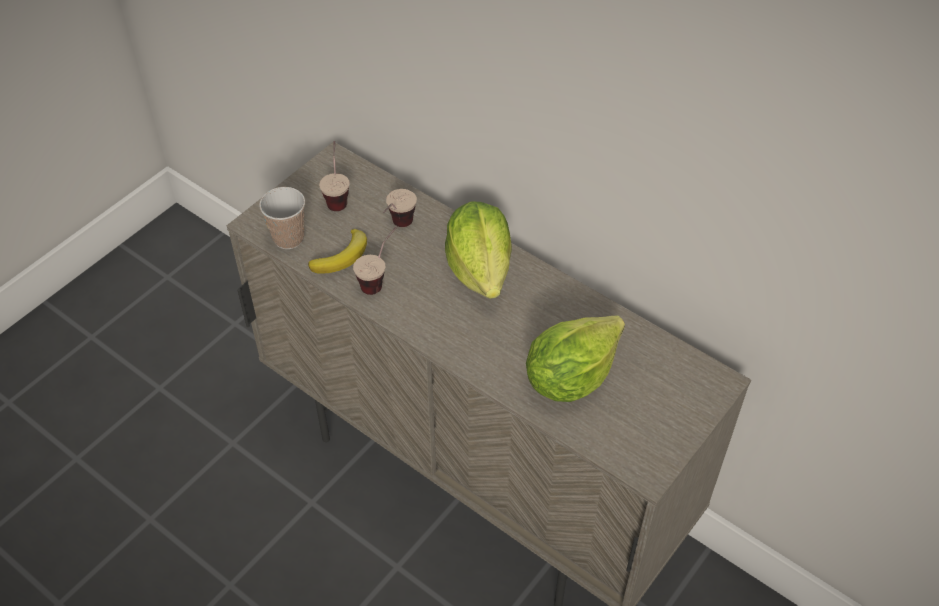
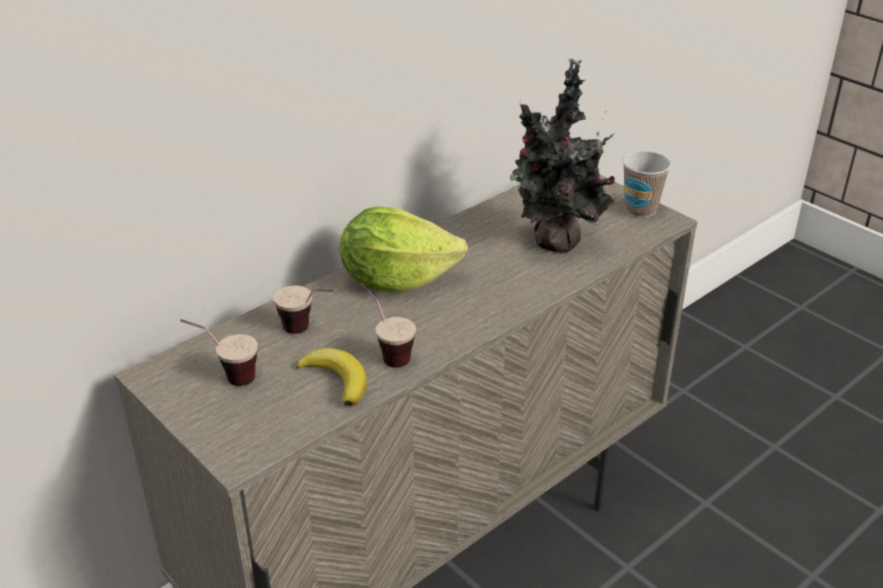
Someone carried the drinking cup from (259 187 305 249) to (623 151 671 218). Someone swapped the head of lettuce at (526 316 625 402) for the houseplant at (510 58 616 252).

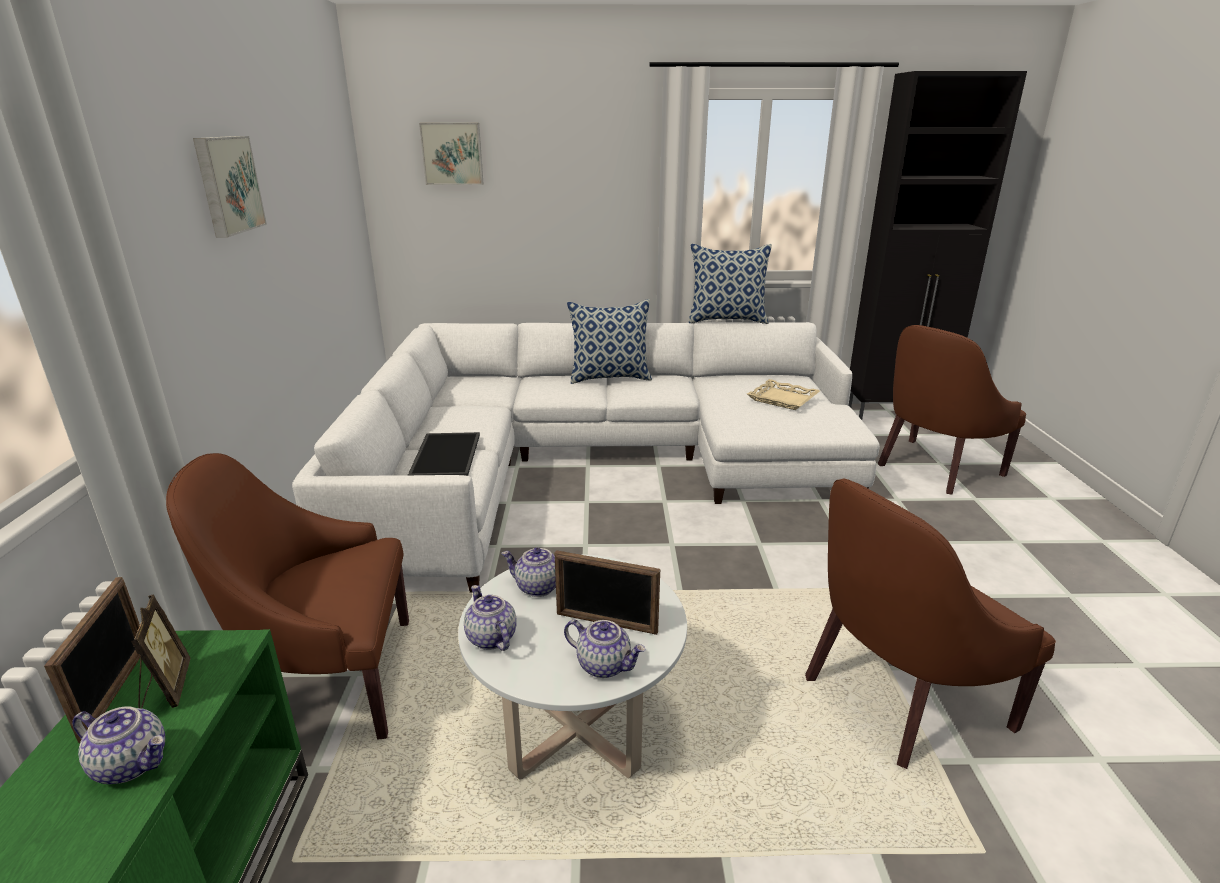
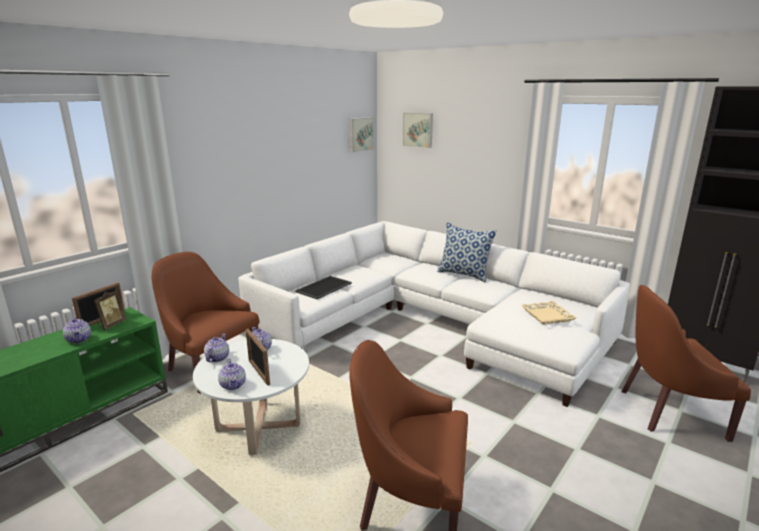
Someone carried the wall art from (193 136 267 238) to (349 117 374 152). Someone took away the cushion at (689 244 772 324).

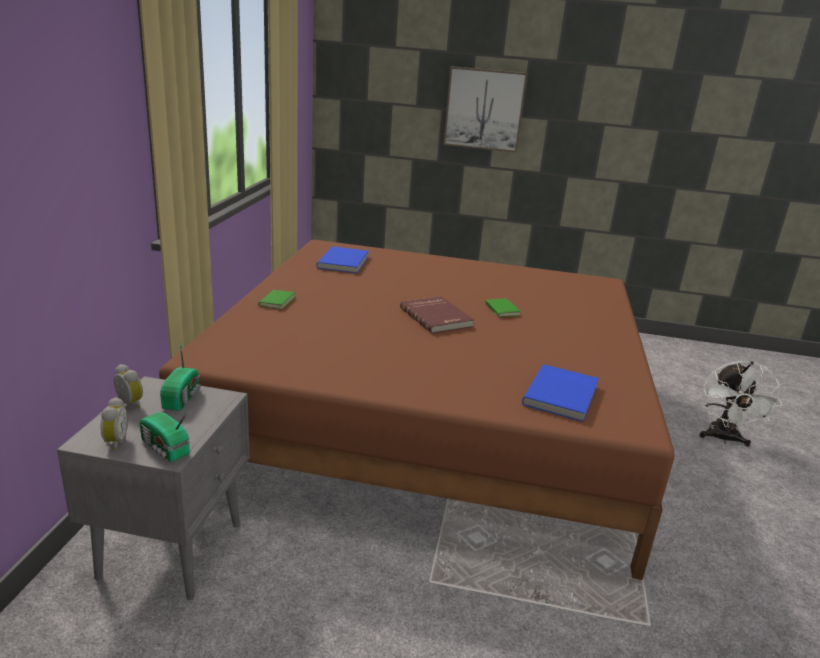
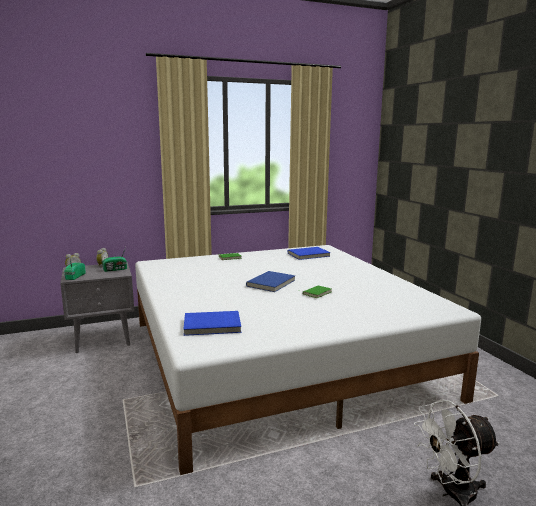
Someone repainted the bed/brown at (159 240 675 580), which became the bed/white at (135 245 481 475). Someone repainted the volume/reddish at (400 296 474 334), which became the volume/blue at (246 271 295 292). Someone took away the wall art at (443 66 527 153).

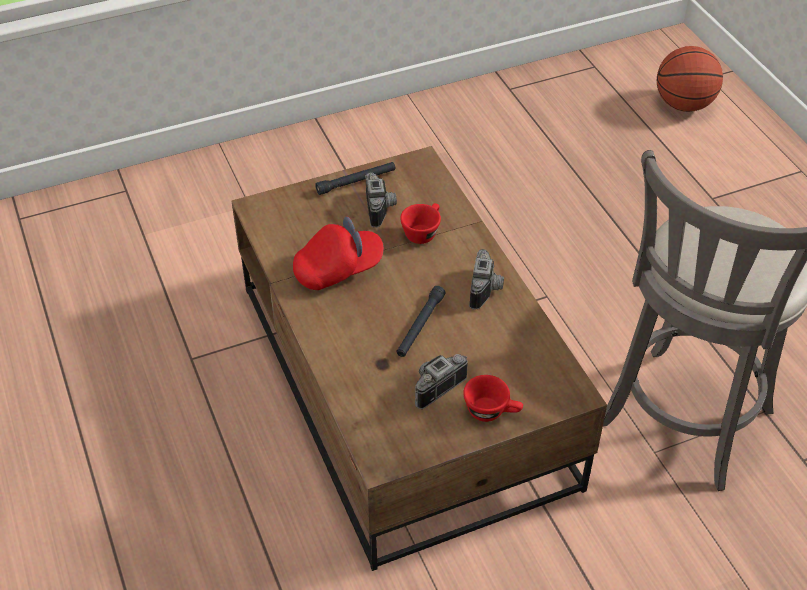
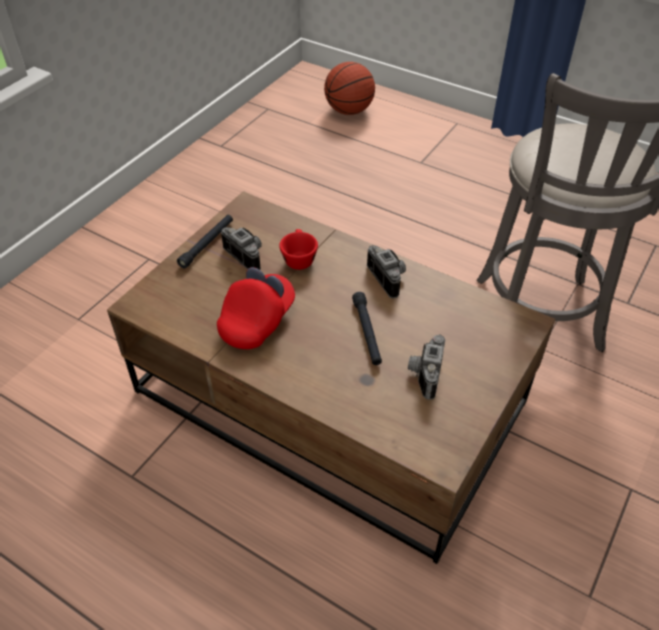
Someone took away the drinking cup/reddish at (463 375 523 422).

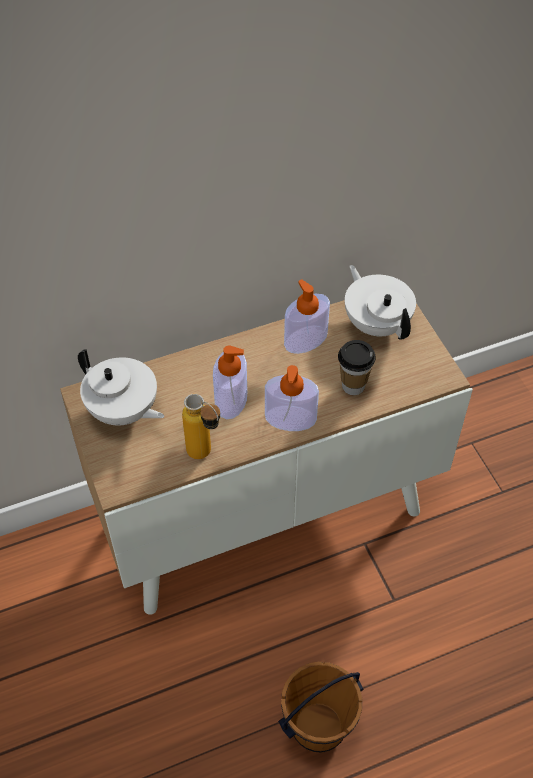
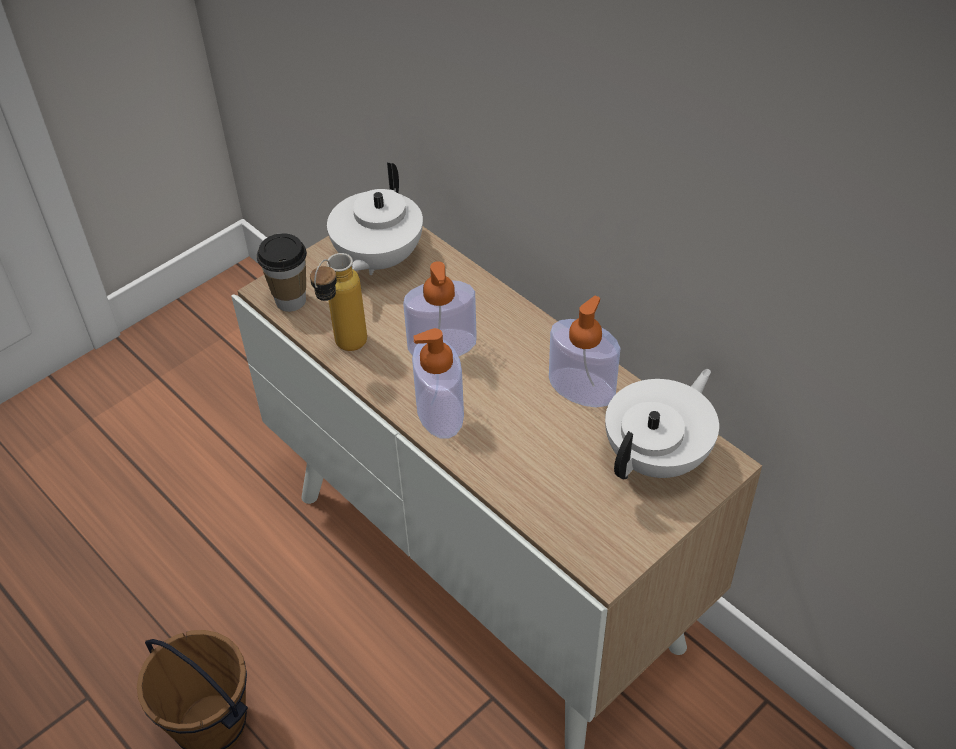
Someone carried the drinking cup from (338 340 376 395) to (257 233 307 312).

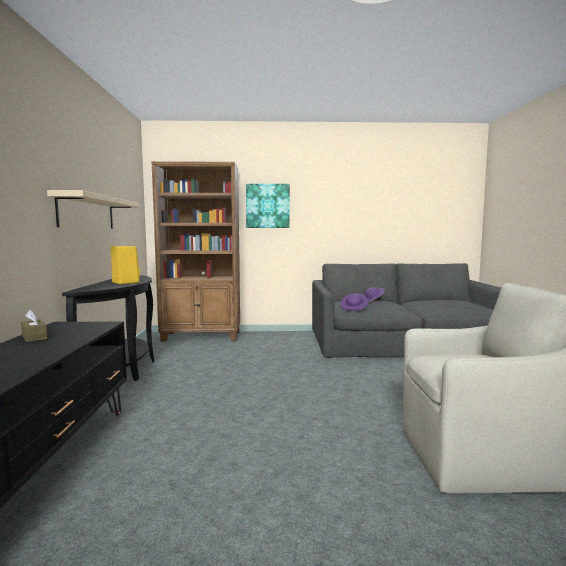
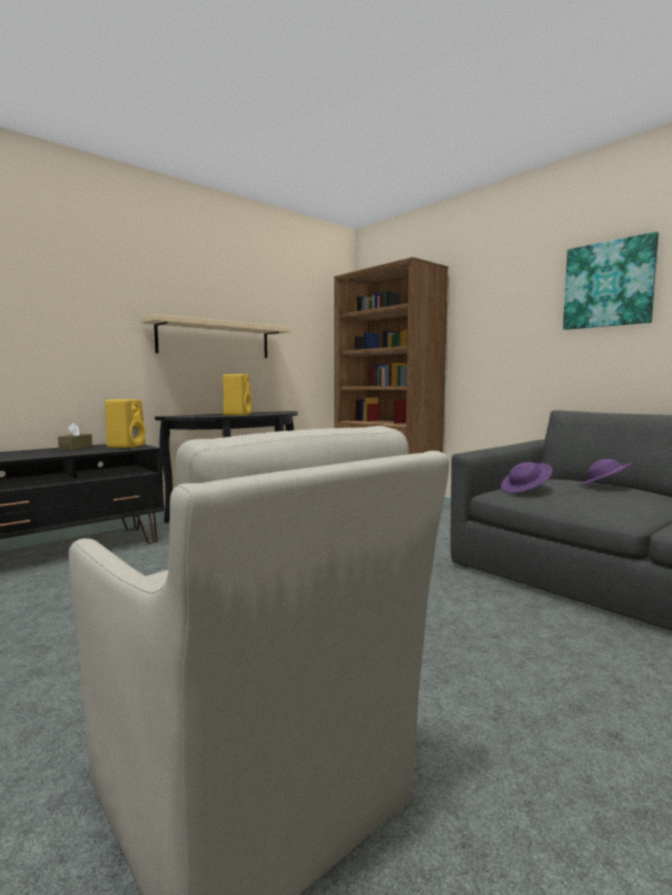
Someone carried the wall art from (246 184 290 228) to (563 231 659 330). Someone put down the loudspeaker/yellow-coloured at (105 399 145 448).

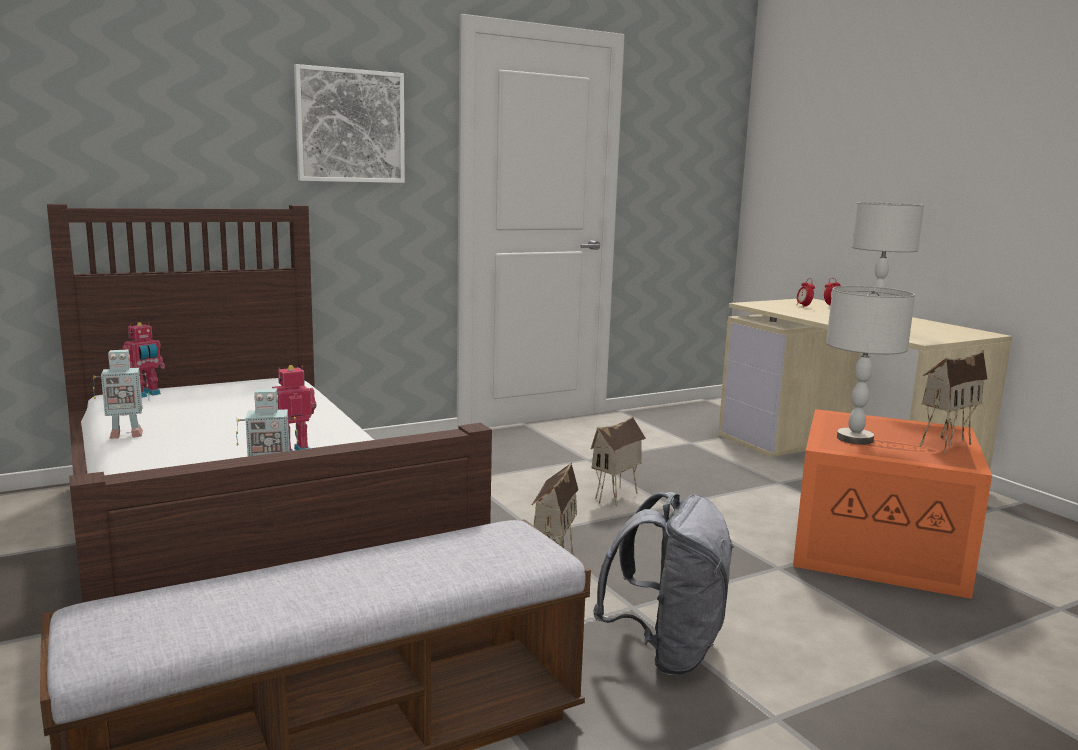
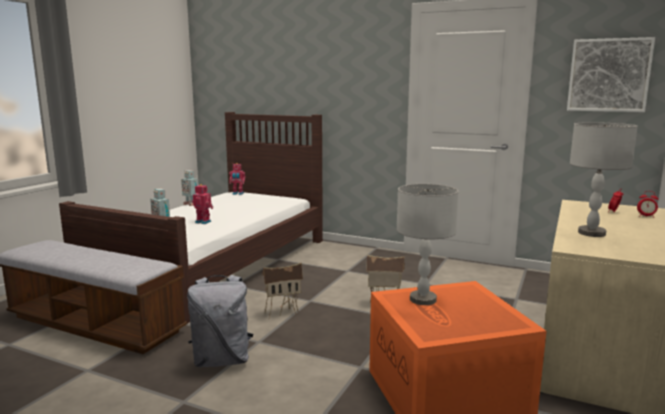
Someone carried the wall art from (294 64 405 183) to (567 37 655 112). Someone took away the miniature house at (919 350 987 454).

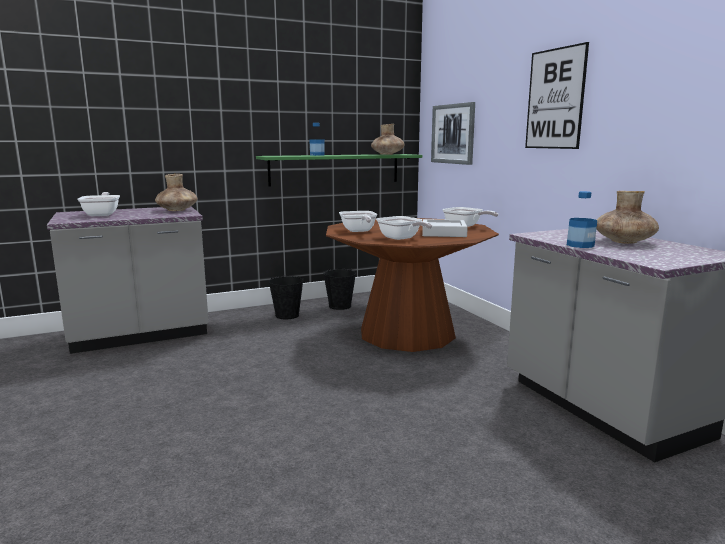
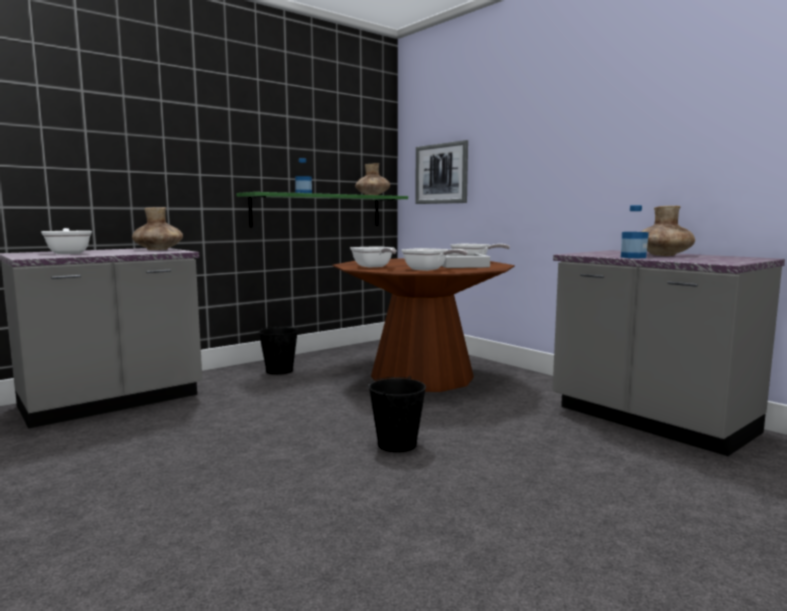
Someone carried the bucket/blackish from (323 269 356 310) to (368 376 426 453). Someone took away the wall art at (525 42 589 149).

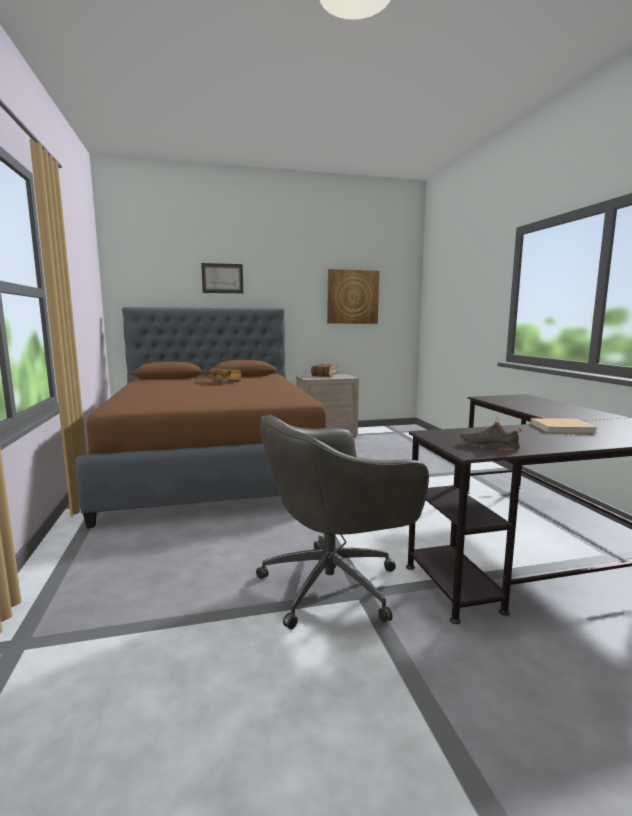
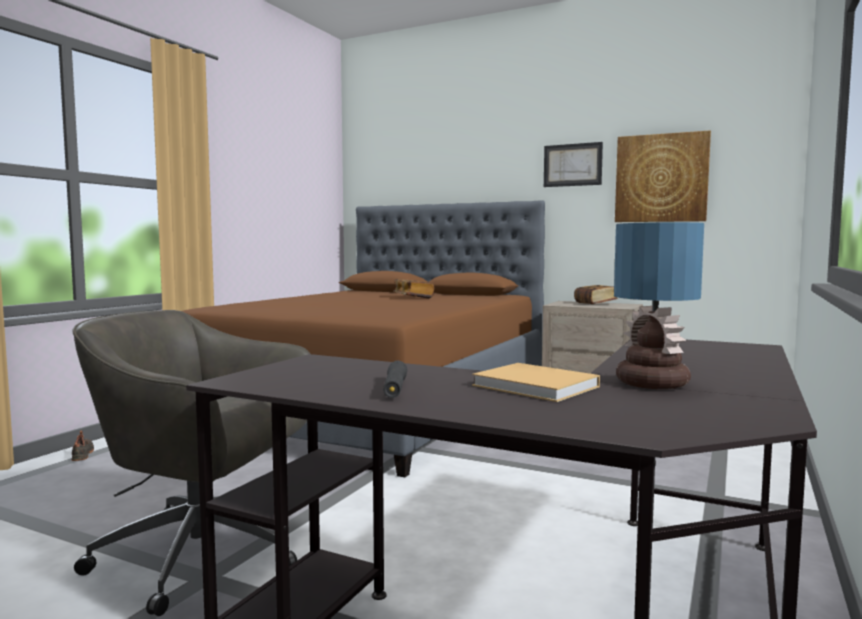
Someone carried the wall art from (201 263 243 293) to (544 142 603 187). Someone carried the low shoe/blackish from (460 418 521 451) to (71 430 94 461). Someone put down the torch/blackish at (383 361 407 398). Someone put down the table lamp at (614 222 704 389).

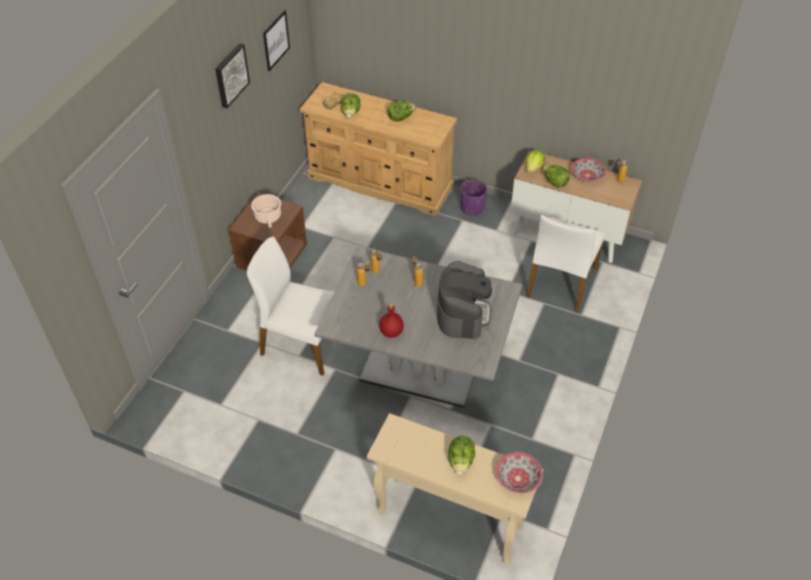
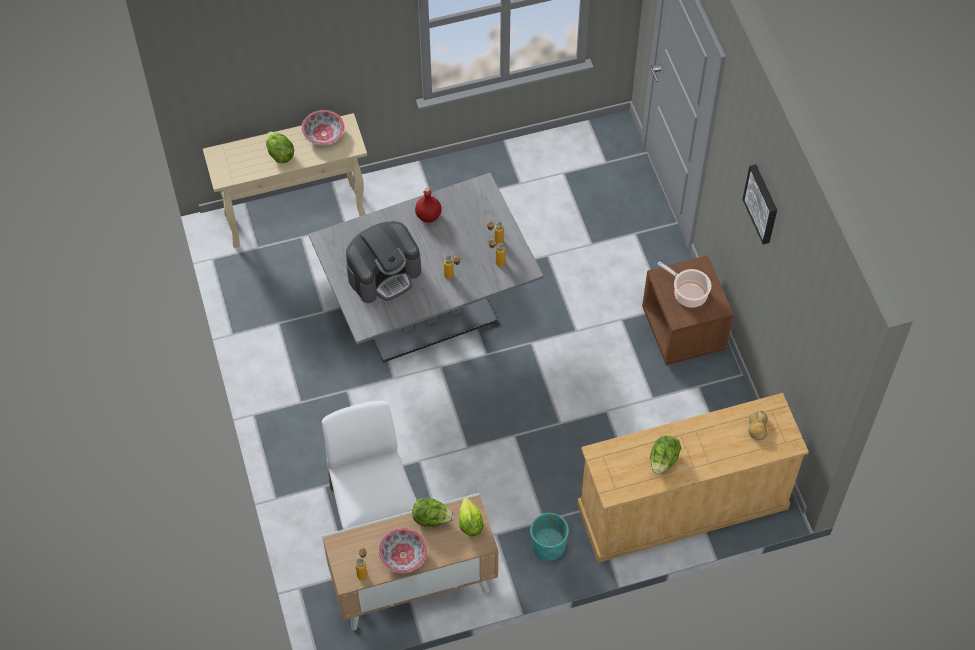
Someone took away the upright chair/white at (247 237 334 376). Someone took away the wall art at (263 10 290 71). Someone took away the head of lettuce at (341 93 360 118). Someone rotated the coffee machine at (437 261 492 339) by 90 degrees counterclockwise. Someone repainted the flower pot/purplish at (460 179 487 216), which became the flower pot/blue-green at (530 513 569 561). Someone carried the bowl from (496 452 543 494) to (302 110 344 145).

